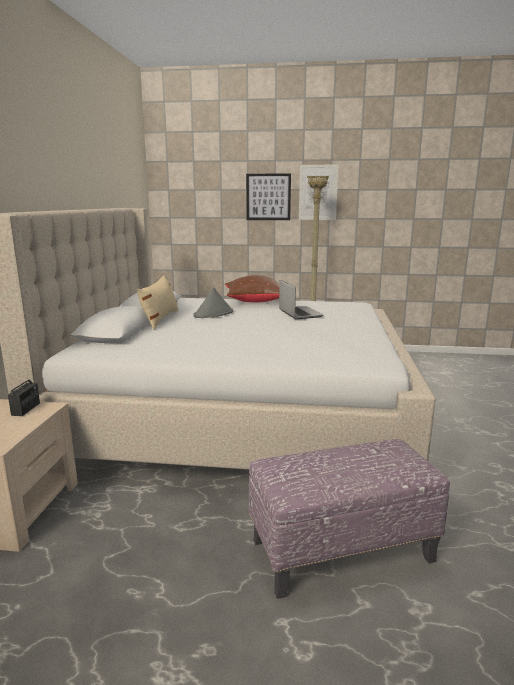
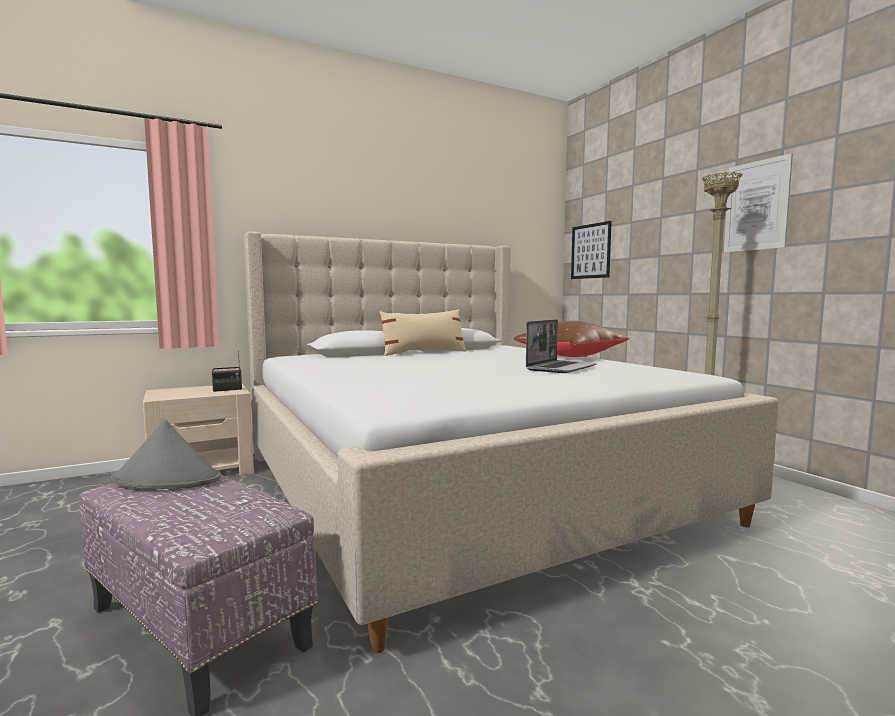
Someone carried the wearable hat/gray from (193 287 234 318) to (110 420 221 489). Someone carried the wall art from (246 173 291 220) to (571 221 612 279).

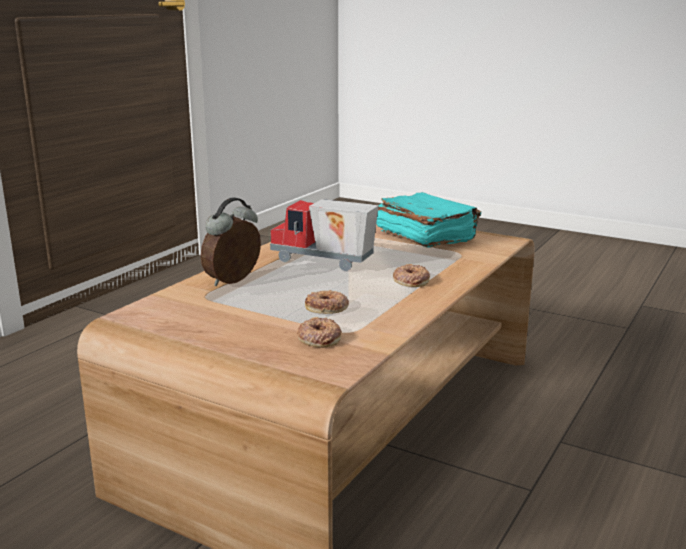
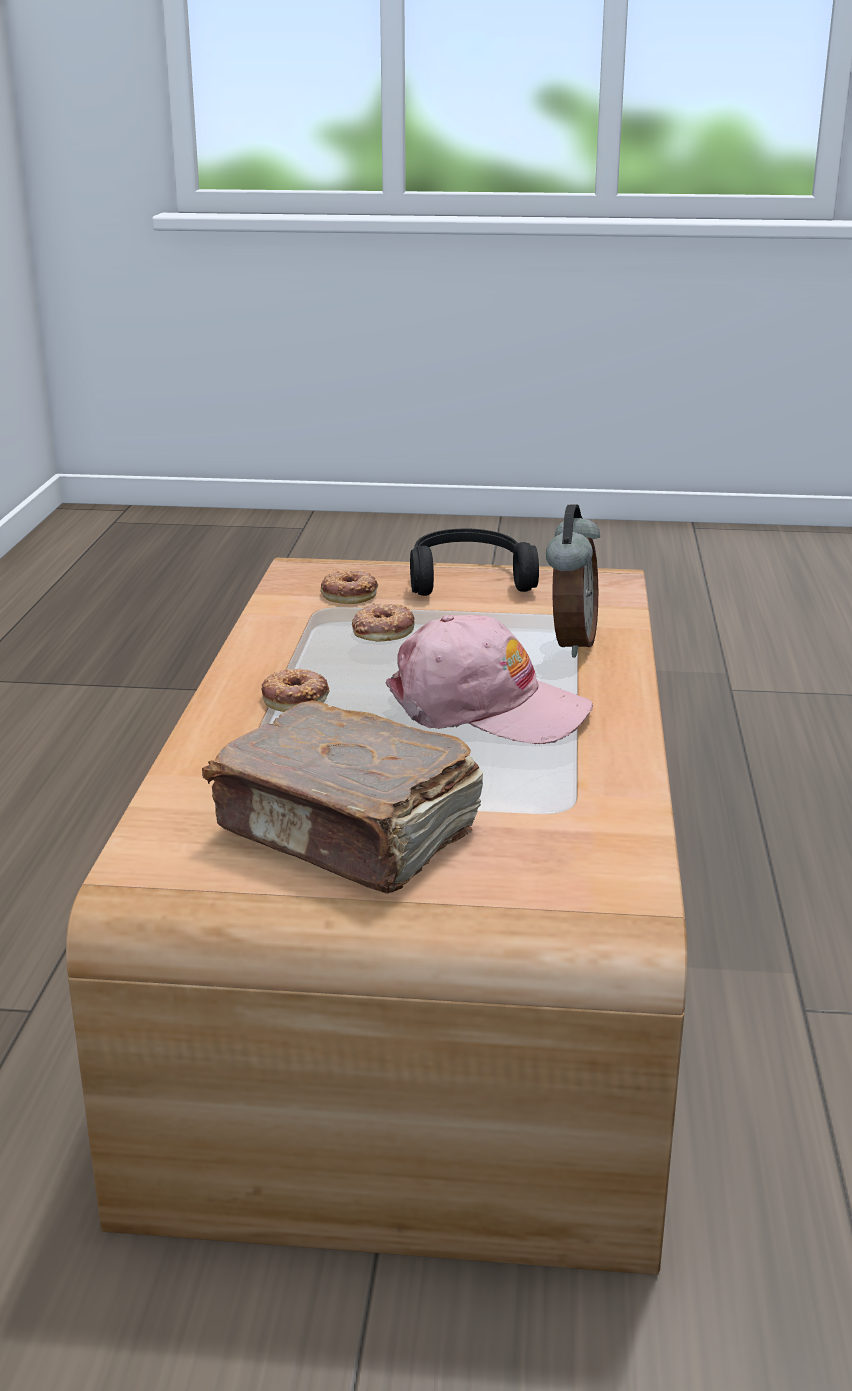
Someone swapped the toy truck at (270 199 379 271) for the peaked cap/pink-coloured at (386 615 593 744). Someone repainted the volume/blue-green at (376 192 481 248), which became the volume/brown at (202 700 483 894). Someone put down the headphones/blackish at (410 529 539 596).

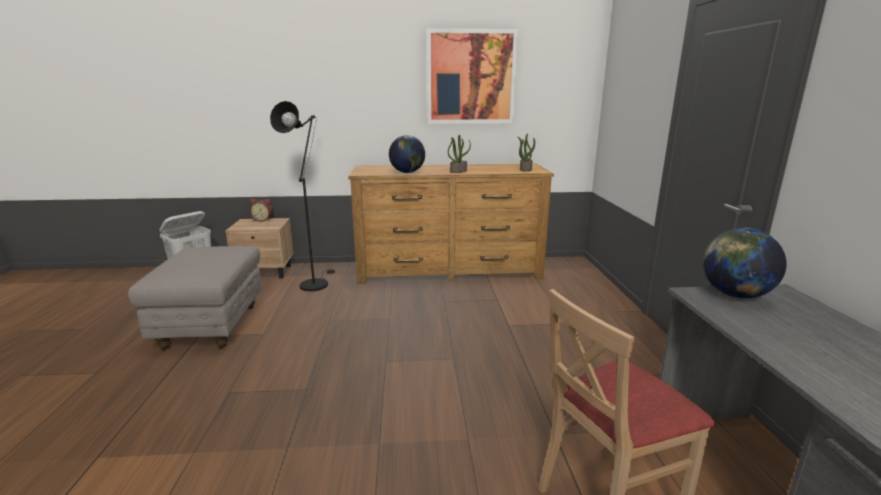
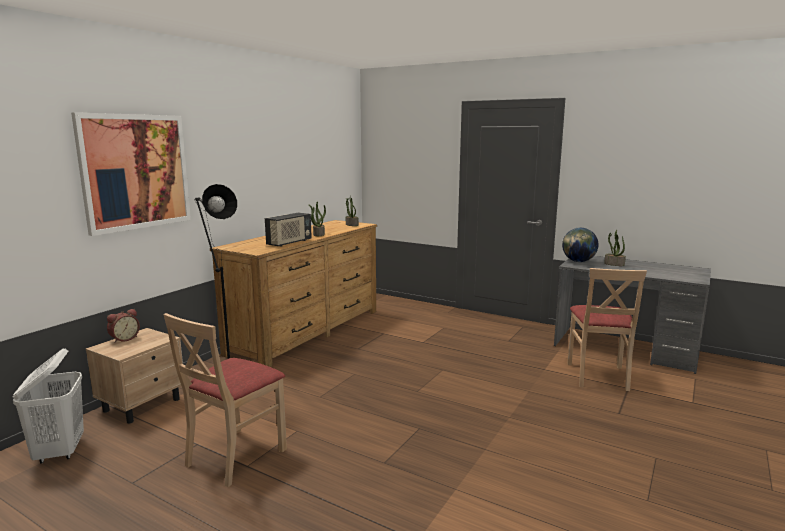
Someone swapped the footrest/gray at (128 246 262 350) for the upright chair/sand-coloured at (163 313 287 487). Someone swapped the globe at (389 135 425 173) for the radio set at (265 213 312 246). Someone carried the wall art from (427 28 518 124) to (71 112 191 236). Someone put down the houseplant at (604 230 626 266).

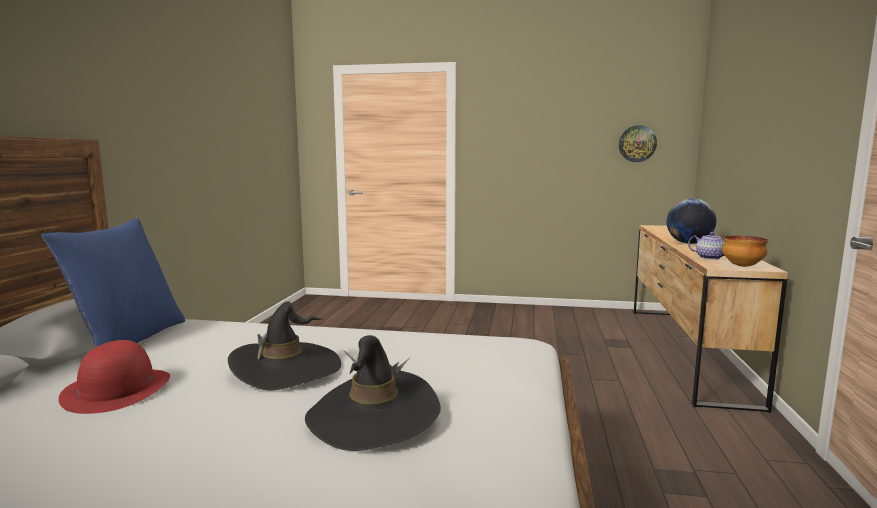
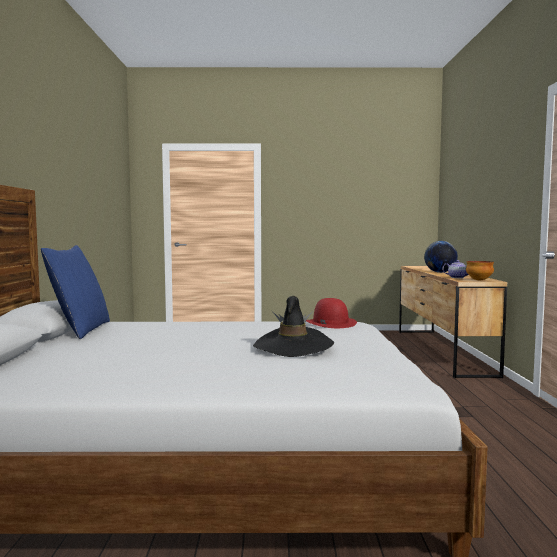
Someone carried the wearable hat/reddish from (58 340 170 414) to (306 298 357 328). Someone took away the wearable hat/blackish at (228 301 341 391). Someone took away the clock on the wall at (619 125 657 162).

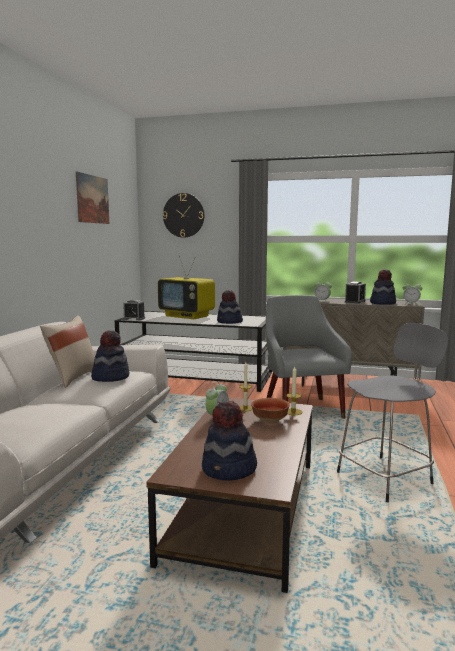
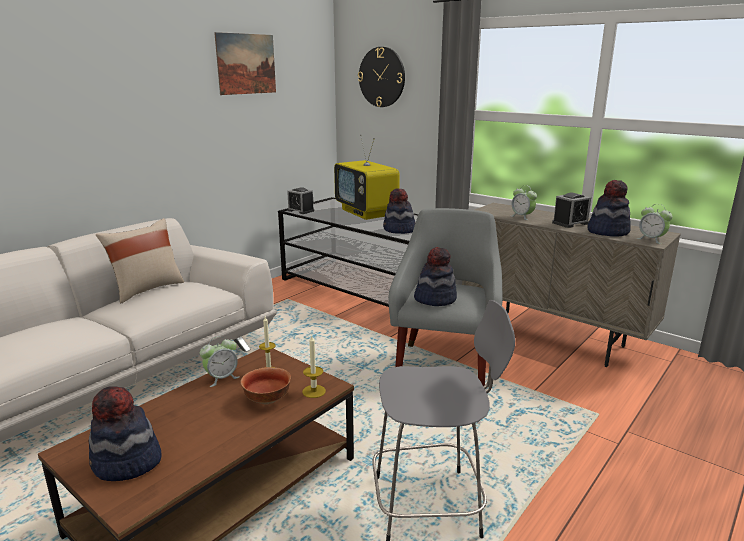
Someone carried the wearable hat from (91 331 130 382) to (414 247 457 306).

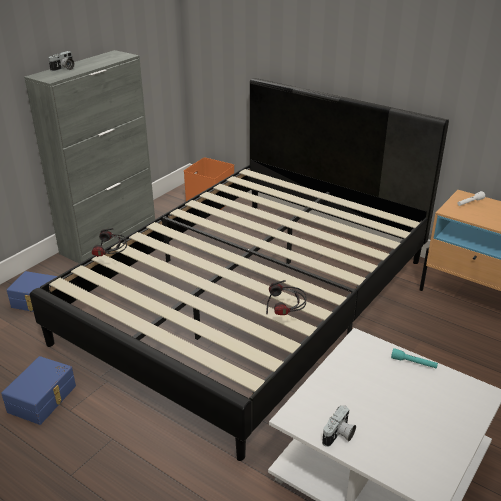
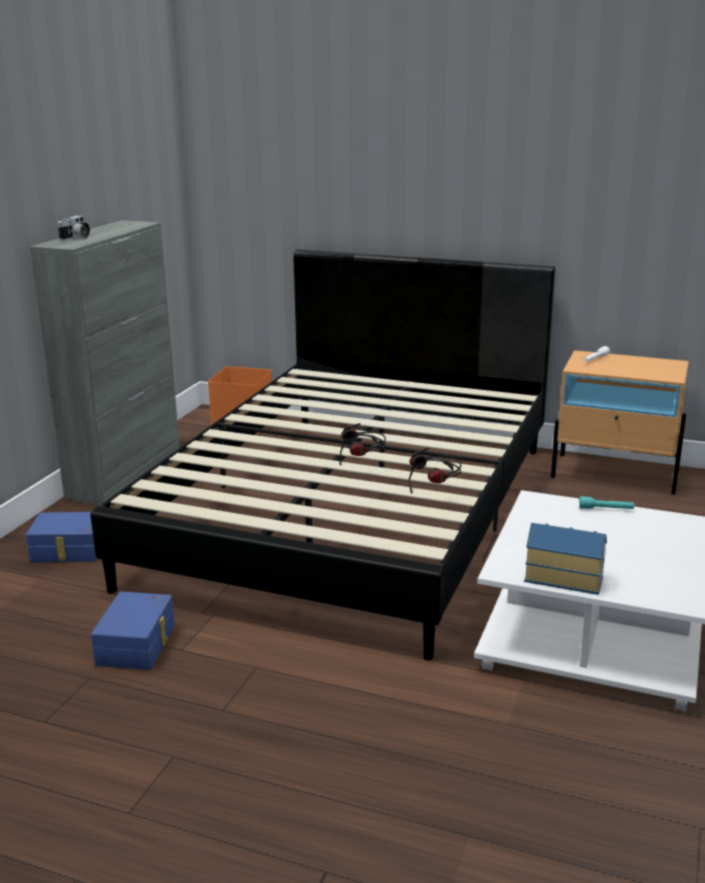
Someone carried the headphones from (92 228 127 257) to (340 423 386 465). Someone swapped the photo camera at (322 405 356 447) for the miniature house at (524 523 607 595).

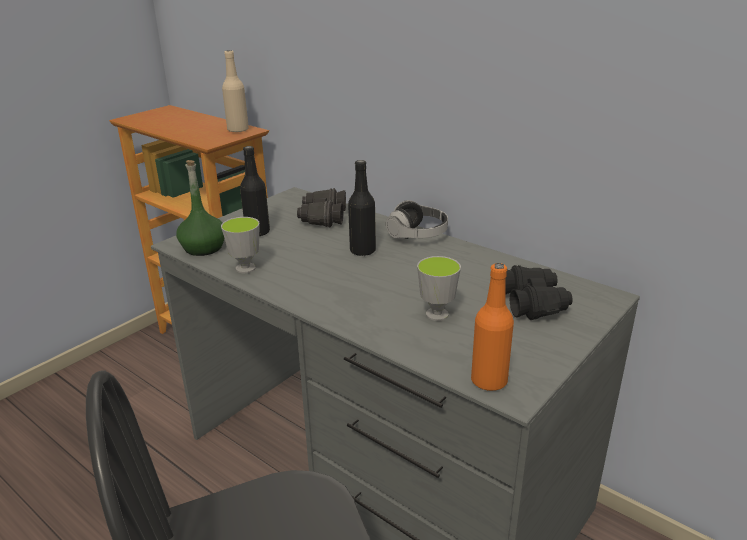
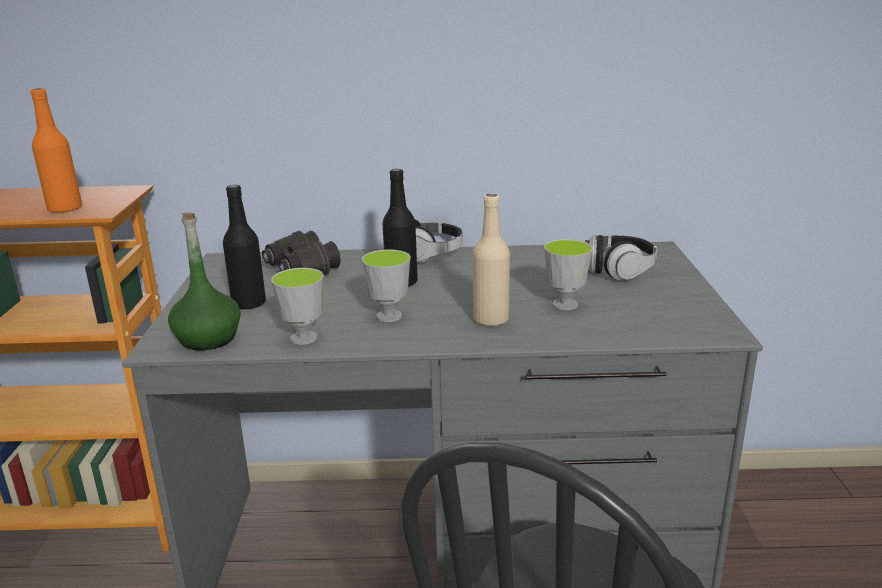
Someone carried the beverage bottle/sand-coloured from (222 50 249 133) to (473 193 510 326). Someone carried the beverage bottle/orange from (471 263 514 391) to (30 88 82 213). Someone swapped the field glasses/blackish at (505 265 573 320) for the headphones at (584 235 657 281). Someone put down the drinking cup at (362 249 411 322).

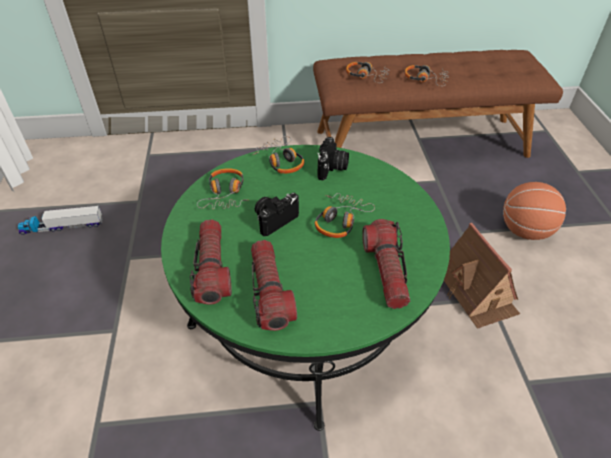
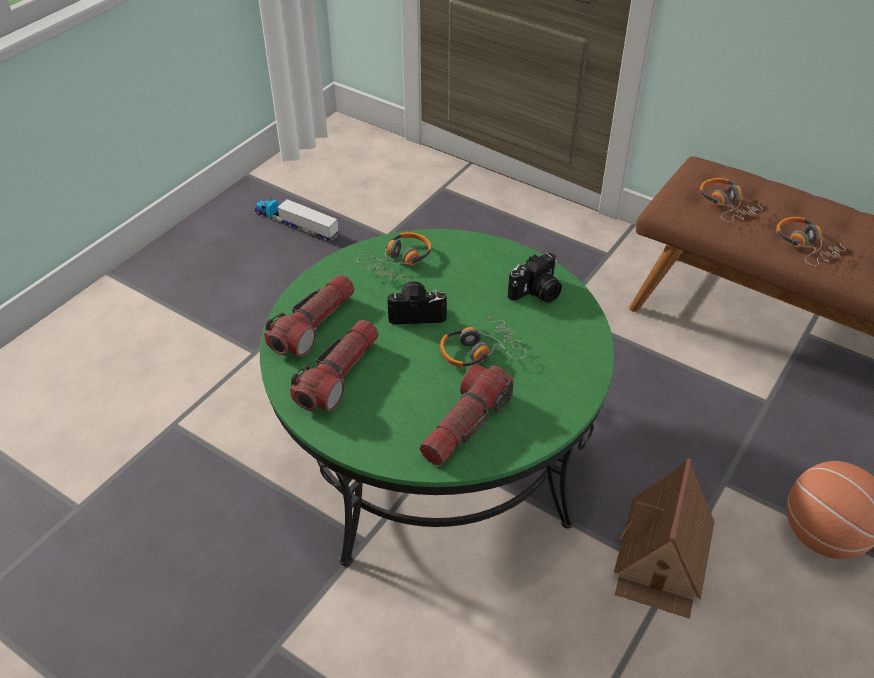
Someone took away the headphones at (252 136 304 174).

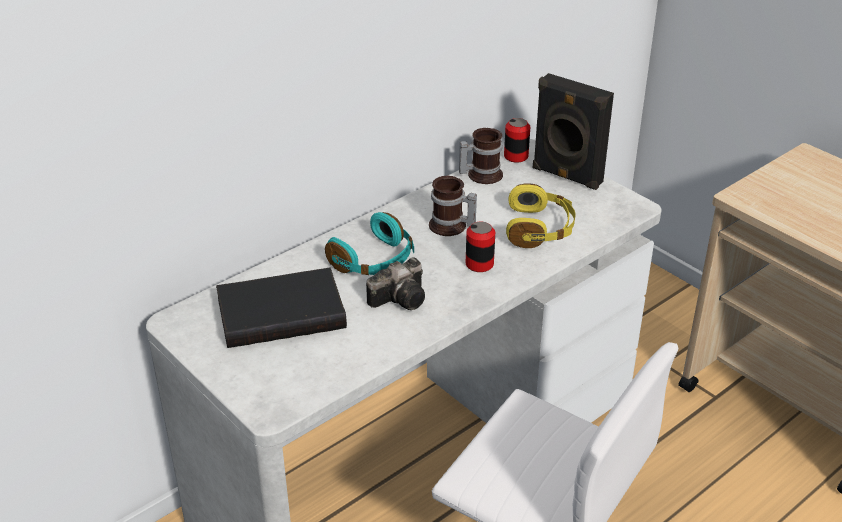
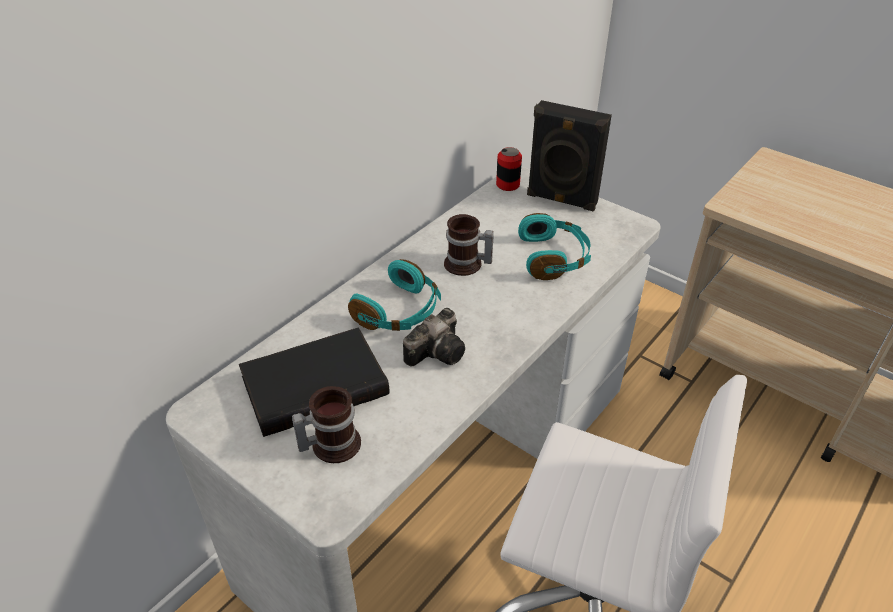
Someone carried the mug from (459 128 503 184) to (292 386 361 463). Someone took away the sealed can at (466 222 495 272). Someone repainted the headphones/yellow-coloured at (506 183 576 248), which became the headphones/blue-green at (518 213 591 280).

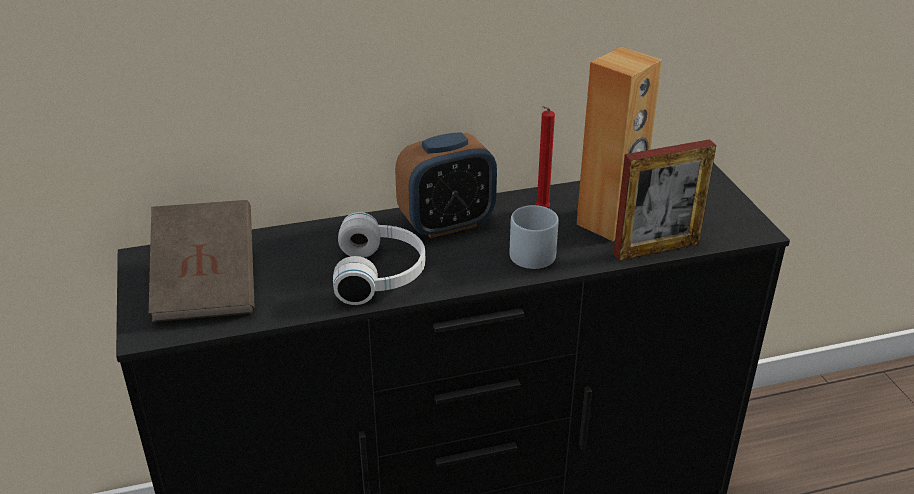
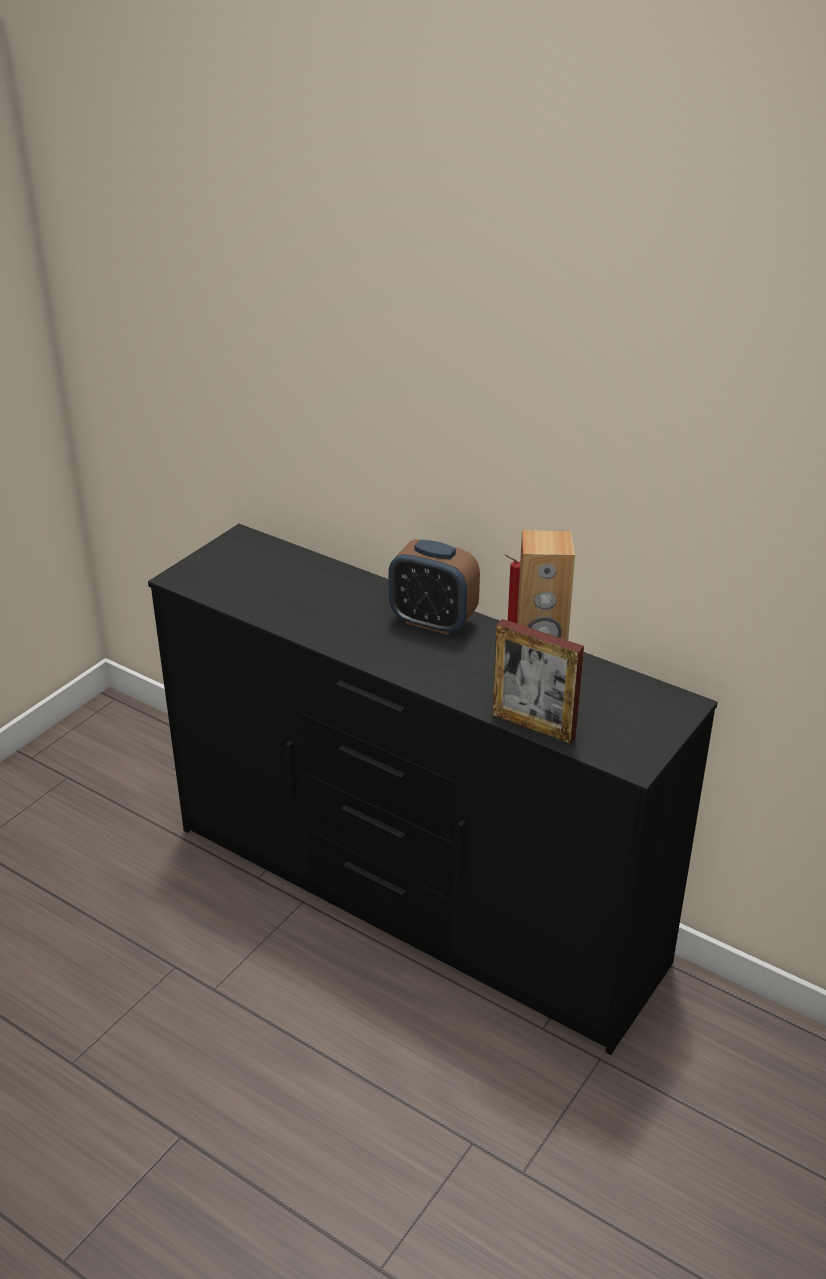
Someone took away the volume/brown at (149 200 255 322). Someone took away the headphones/white at (333 212 425 305). Someone took away the mug/gray at (510 205 559 269).

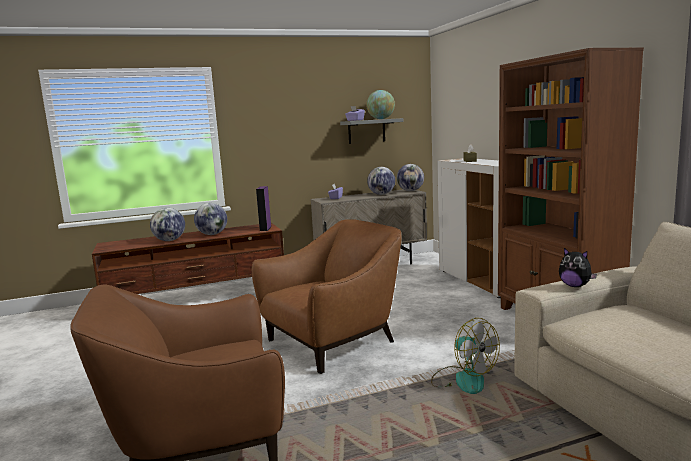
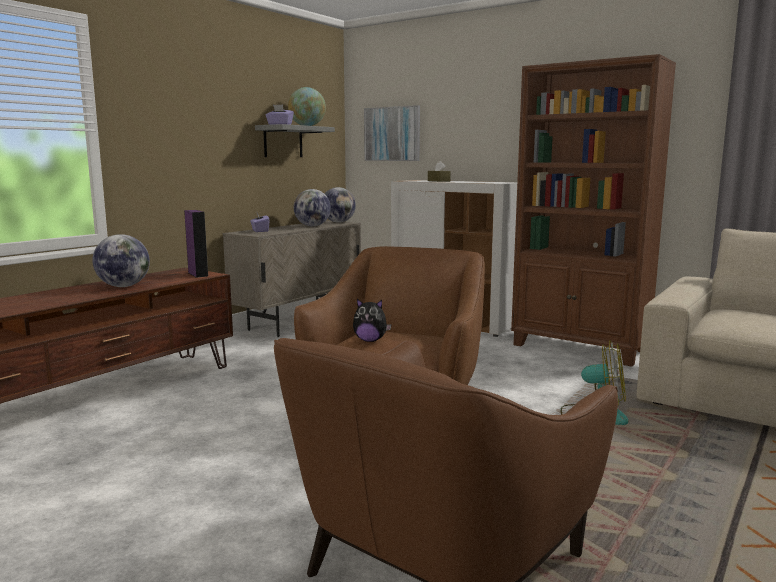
Someone took away the globe at (150 208 185 241). Someone carried the cuddly toy from (559 248 597 287) to (353 299 392 342). Someone put up the wall art at (364 105 420 161).

